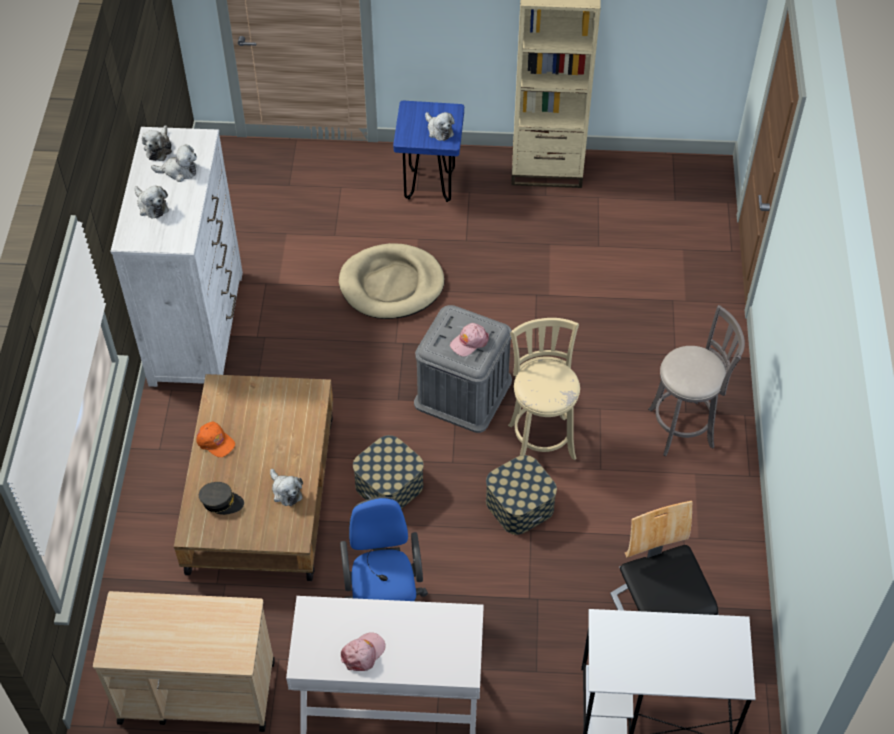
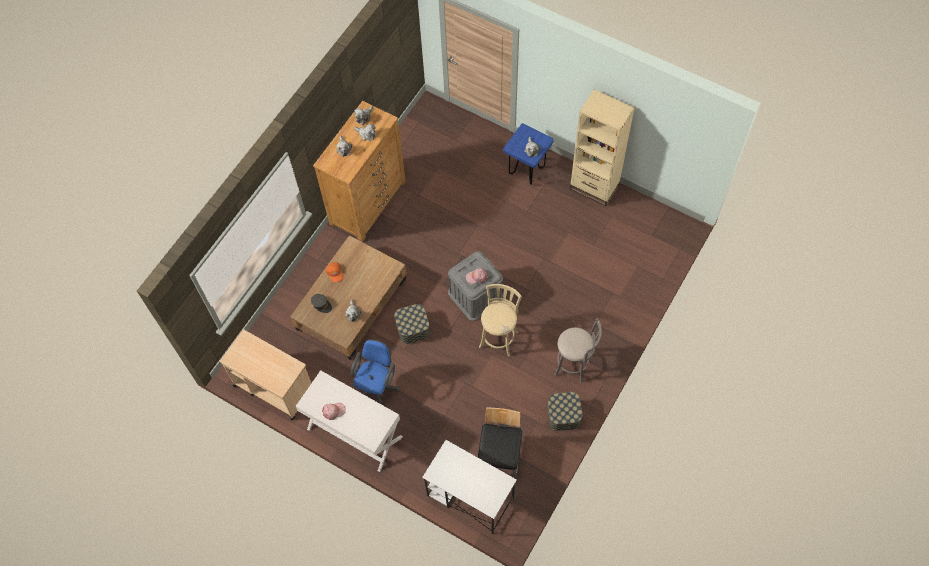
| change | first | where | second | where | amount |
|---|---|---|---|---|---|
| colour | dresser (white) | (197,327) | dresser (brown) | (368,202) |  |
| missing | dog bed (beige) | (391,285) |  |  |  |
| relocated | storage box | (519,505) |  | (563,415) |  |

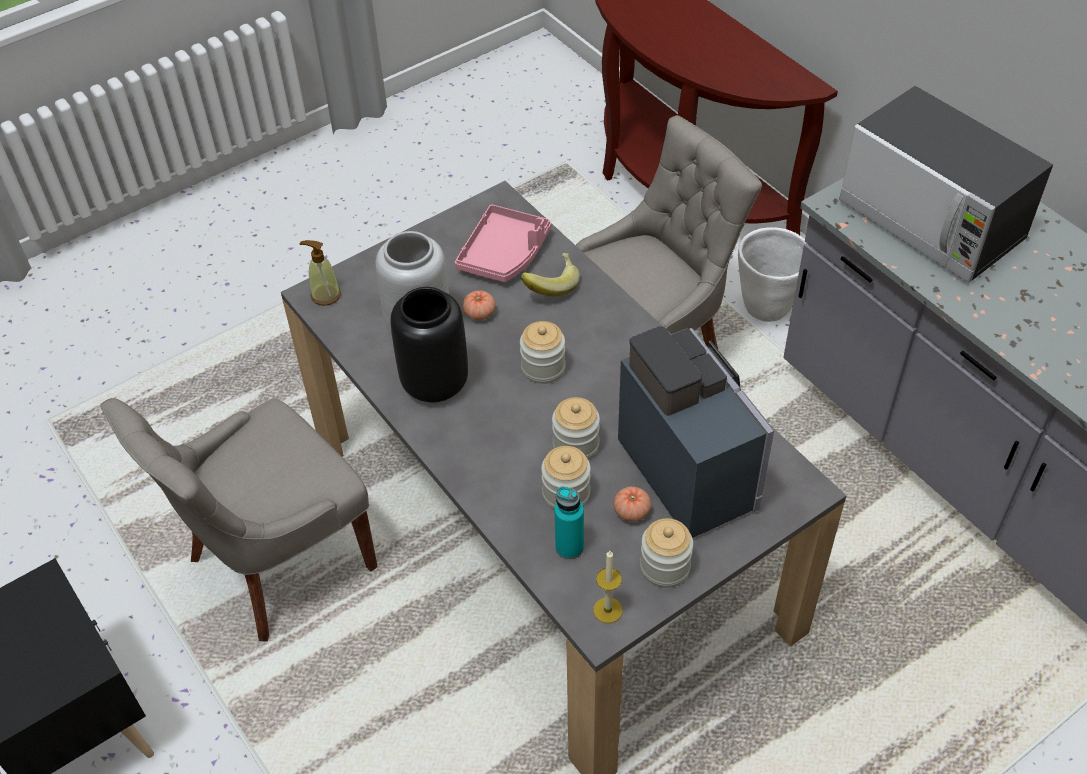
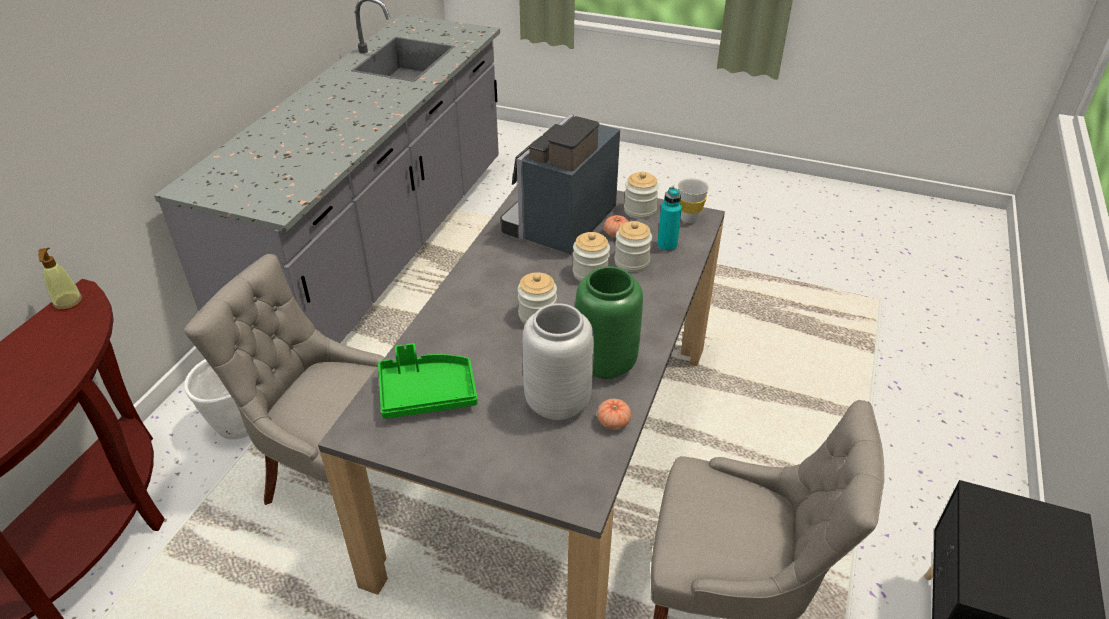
| change | first | where | second | where | amount |
|---|---|---|---|---|---|
| missing | microwave | (931,222) |  |  |  |
| colour | tray (pink) | (504,254) | tray (green) | (427,393) |  |
| relocated | soap dispenser | (325,295) |  | (68,302) |  |
| missing | banana | (550,285) |  |  |  |
| colour | vase (black) | (434,385) | vase (green) | (607,363) |  |
| relocated | tomato | (479,313) |  | (613,422) |  |
| exchanged | candle | (608,610) | cup (white) | (689,218) |  |

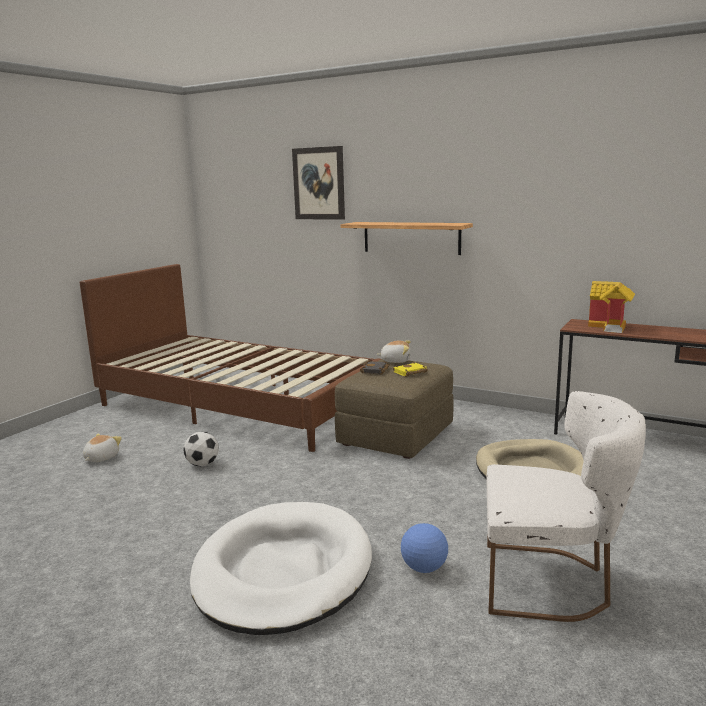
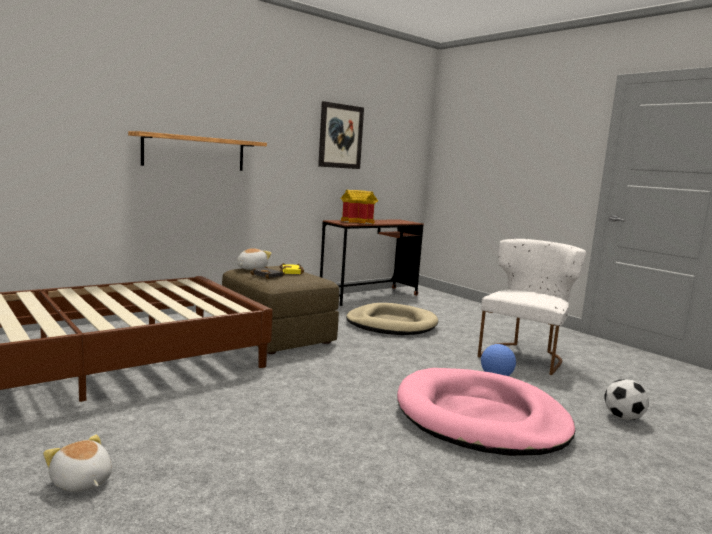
| change | first | where | second | where | amount |
|---|---|---|---|---|---|
| relocated | picture | (319,183) |  | (340,136) |  |
| relocated | football | (202,464) |  | (623,417) |  |
| colour | dog bed (white) | (283,572) | dog bed (pink) | (480,418) |  |

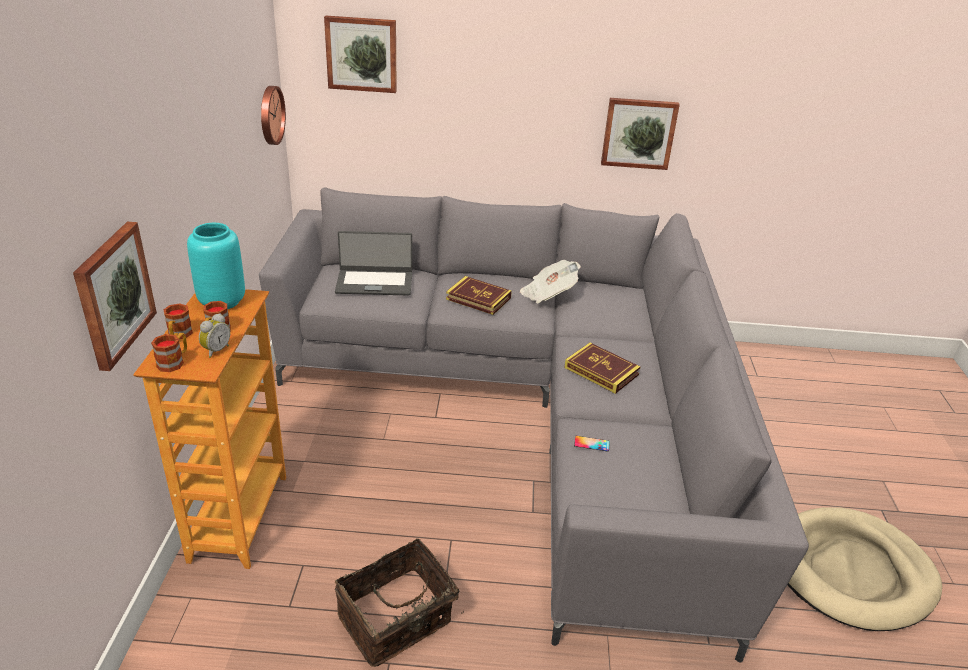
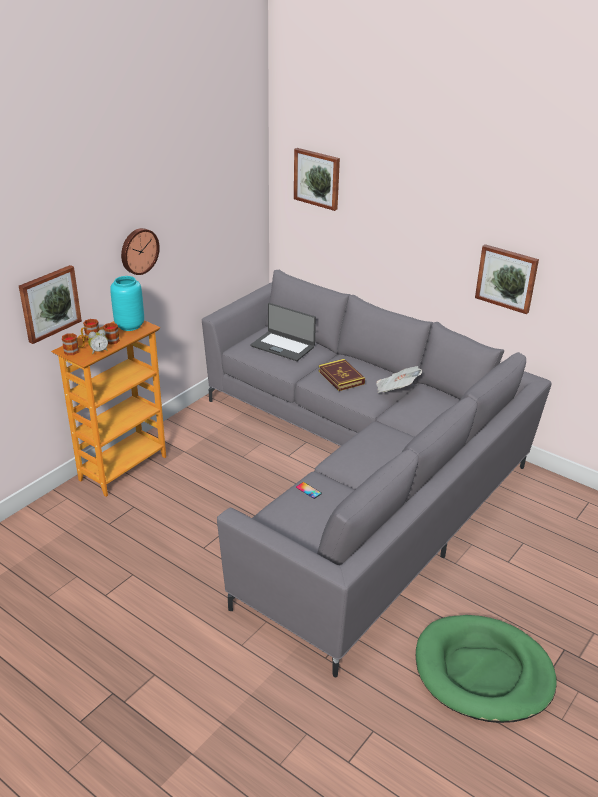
| change | first | where | second | where | amount |
|---|---|---|---|---|---|
| relocated | wall clock | (270,115) |  | (138,251) |  |
| missing | book | (601,371) |  |  |  |
| colour | dog bed (beige) | (851,572) | dog bed (green) | (483,672) |  |
| missing | basket | (397,621) |  |  |  |

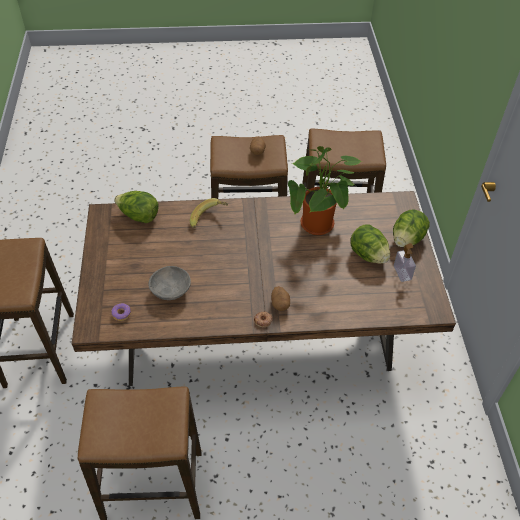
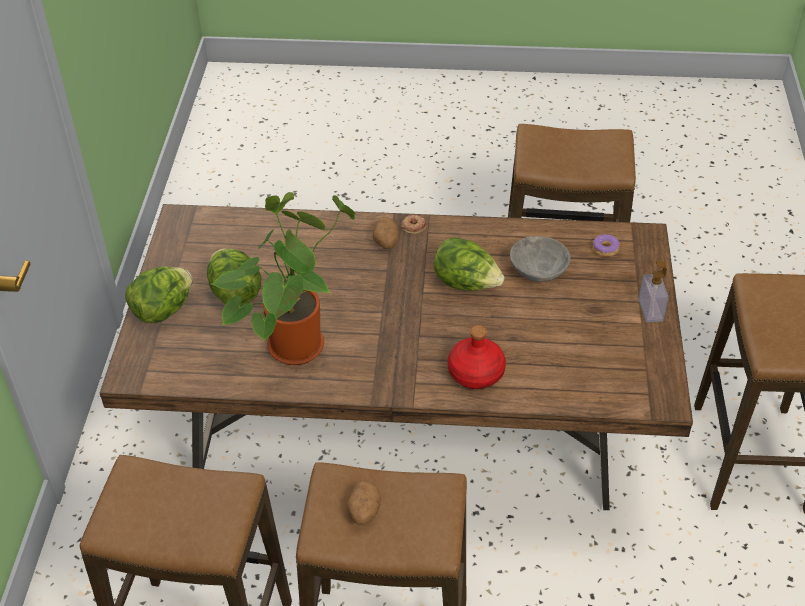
| change | first | where | second | where | amount |
|---|---|---|---|---|---|
| relocated | lettuce | (138,216) |  | (466,284) |  |
| exchanged | banana | (209,219) | bottle (red) | (475,372) |  |
| relocated | soap dispenser | (402,273) |  | (650,310) |  |

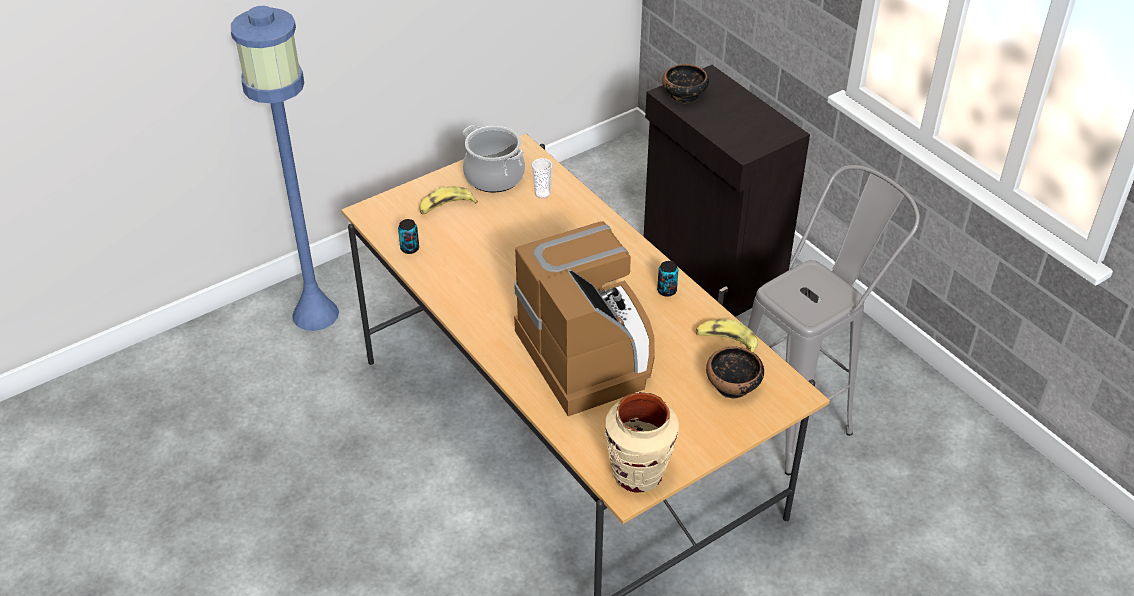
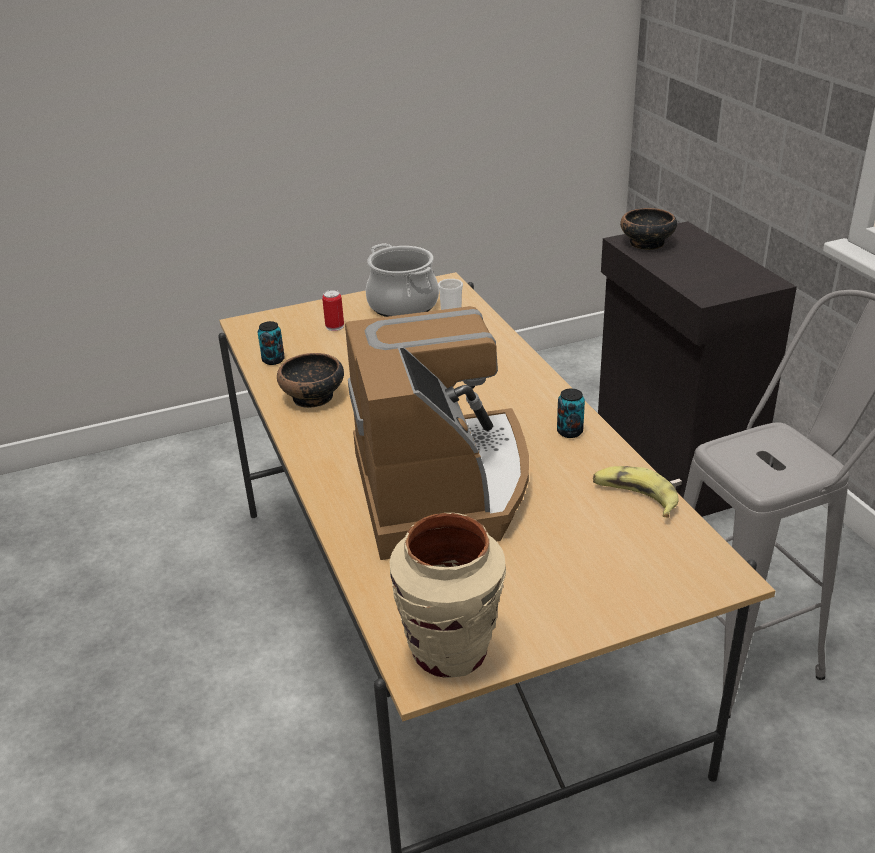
| change | first | where | second | where | amount |
|---|---|---|---|---|---|
| missing | floor lamp (blue) | (316,314) |  |  |  |
| exchanged | banana | (446,207) | can | (334,326) |  |
| relocated | bowl | (733,386) |  | (313,397) |  |

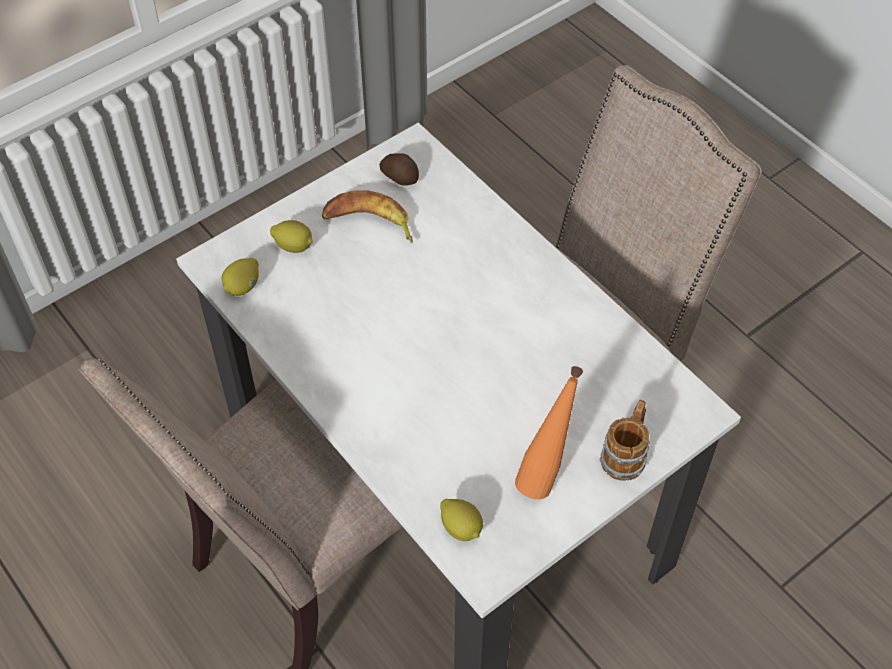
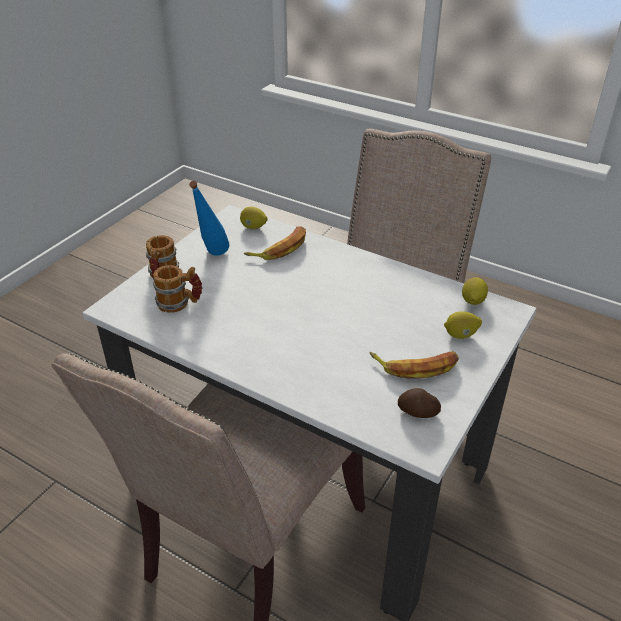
| change | first | where | second | where | amount |
|---|---|---|---|---|---|
| colour | bottle (orange) | (545,474) | bottle (blue) | (212,257) |  |
| appeared |  |  | banana | (280,248) |  |
| appeared |  |  | mug | (179,303) |  |

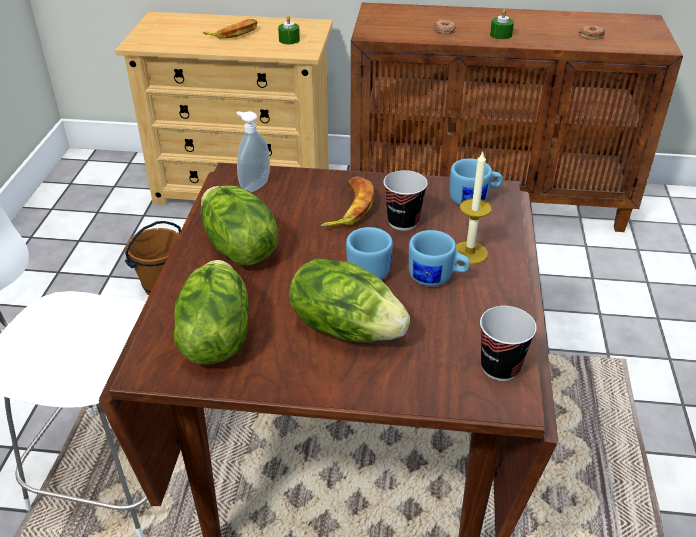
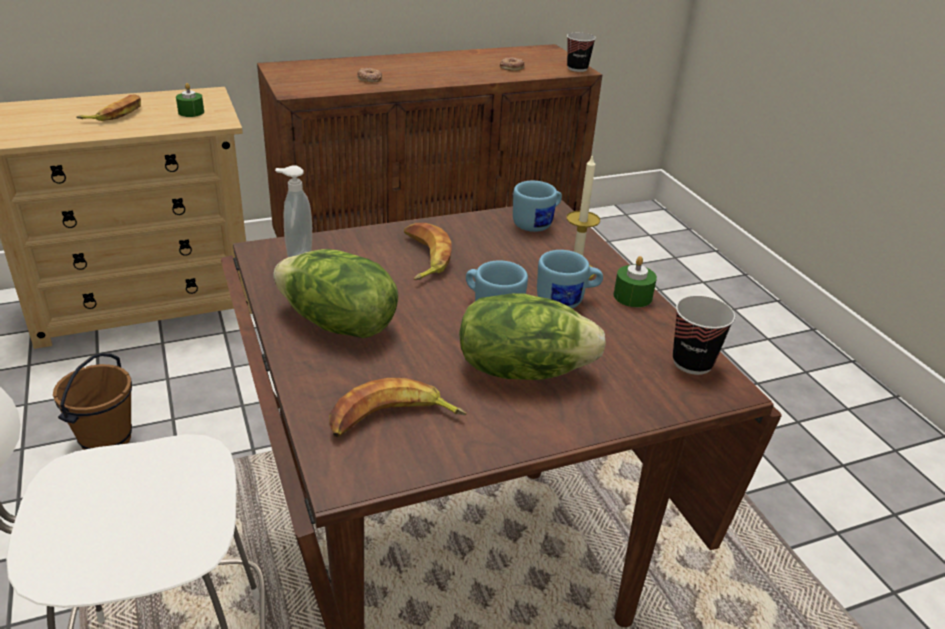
| change | first | where | second | where | amount |
|---|---|---|---|---|---|
| relocated | candle (green) | (501,35) |  | (632,296) |  |
| relocated | cup | (403,222) |  | (577,68) |  |
| exchanged | lettuce | (214,337) | banana | (392,420) |  |

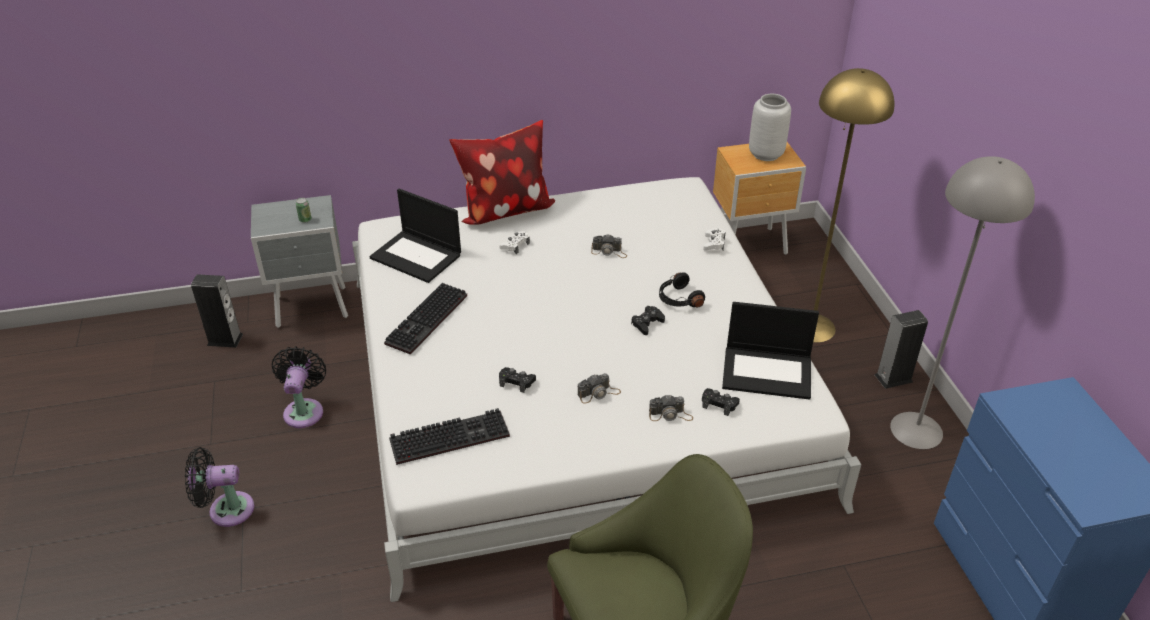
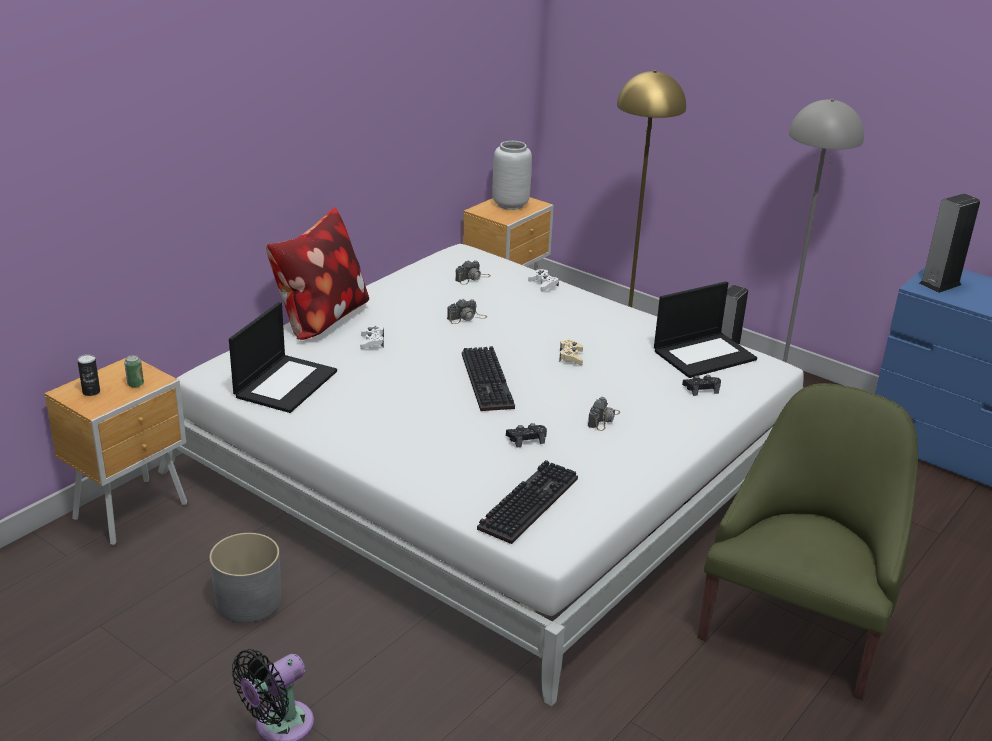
| change | first | where | second | where | amount |
|---|---|---|---|---|---|
| spun | laptop | (417,256) |  | (285,383) | 60 degrees counterclockwise |
| colour | nightstand (grey) | (313,308) | nightstand (brown) | (133,511) |  |
| missing | headphones (black) | (678,299) |  |  |  |
| relocated | speaker | (225,339) |  | (940,284) |  |
| relocated | keyboard | (427,321) |  | (489,382) |  |
| colour | game controller (black) | (647,323) | game controller (beige) | (571,357) |  |
| exchanged | fan (black) | (304,410) | planter (grey) | (248,602) |  |
| relocated | photo camera | (670,415) |  | (472,278) |  |
| appeared |  |  | can | (91,392) |  |

